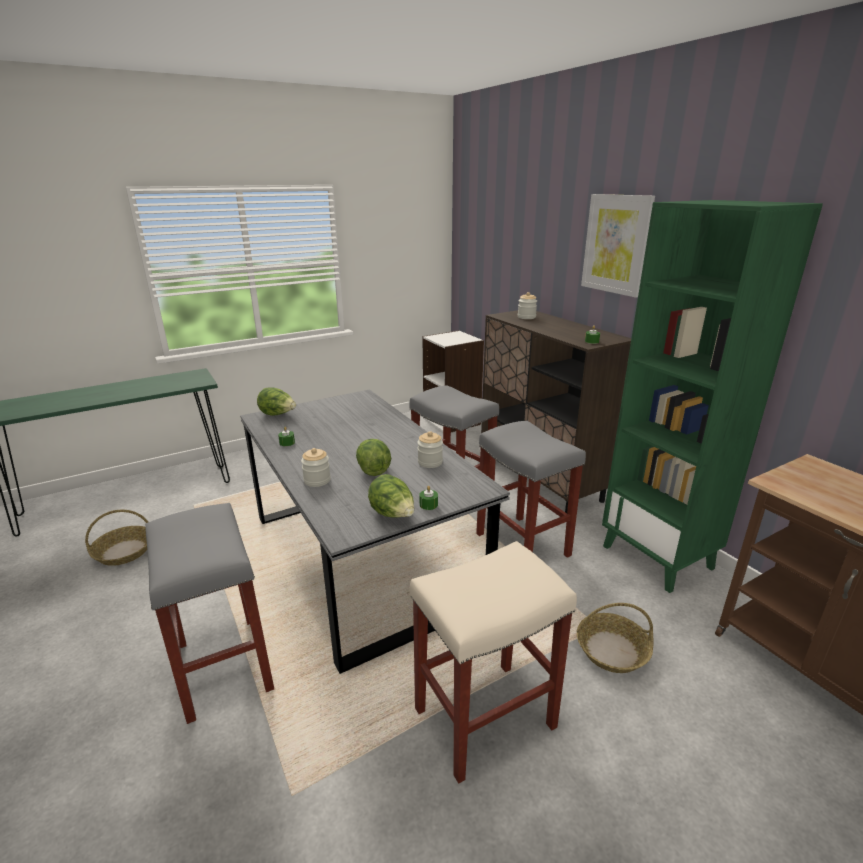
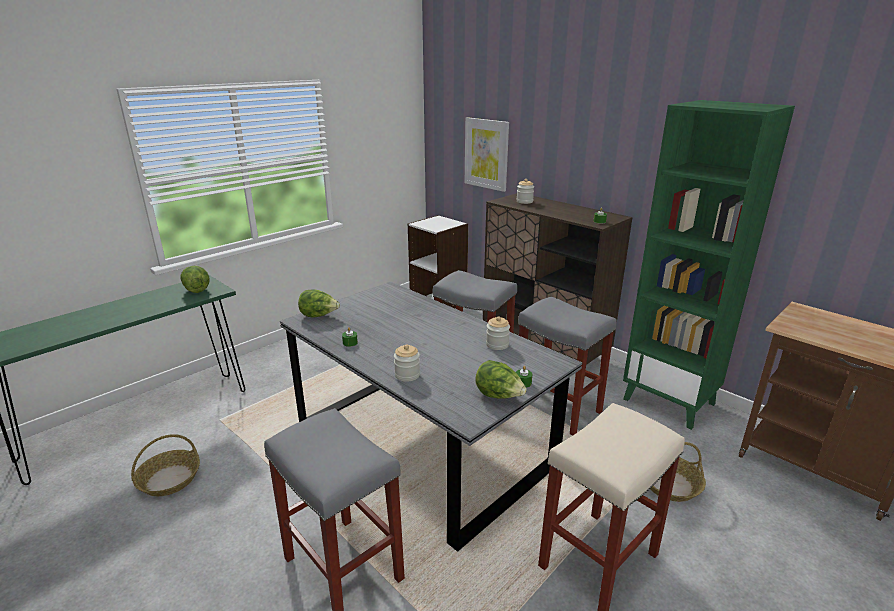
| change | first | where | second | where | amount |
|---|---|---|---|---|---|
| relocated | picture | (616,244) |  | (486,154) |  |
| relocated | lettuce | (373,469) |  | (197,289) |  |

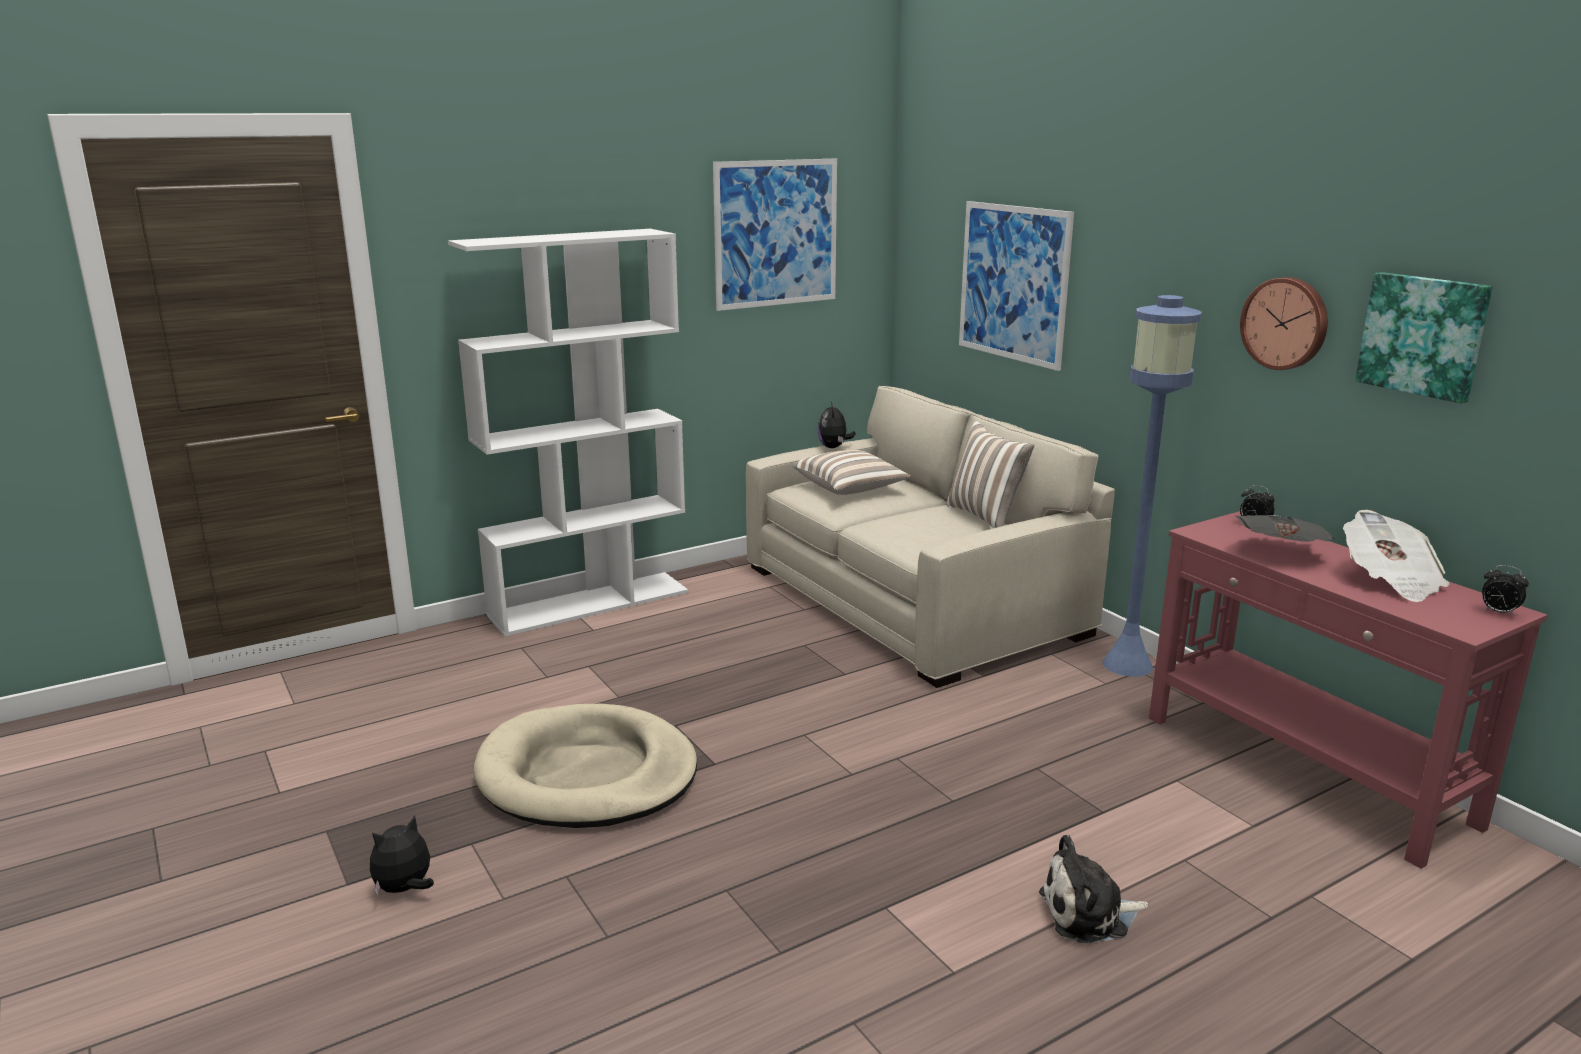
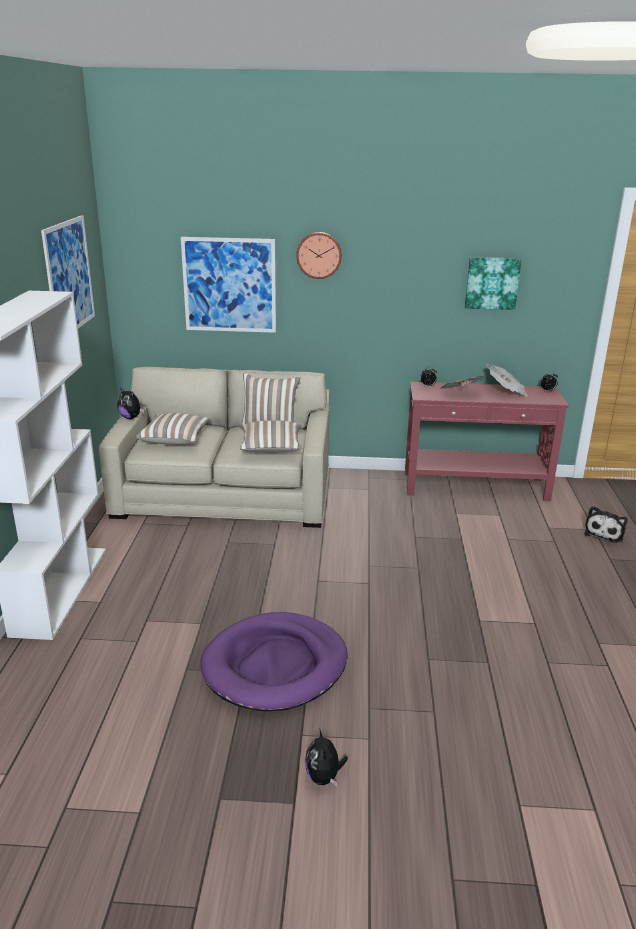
| change | first | where | second | where | amount |
|---|---|---|---|---|---|
| relocated | wall clock | (1286,323) |  | (319,255) |  |
| missing | floor lamp (blue) | (1128,665) |  |  |  |
| colour | dog bed (beige) | (587,775) | dog bed (purple) | (275,666) |  |
| relocated | plush toy | (1089,914) |  | (604,533) |  |
| appeared |  |  | pillow | (271,448) |  |

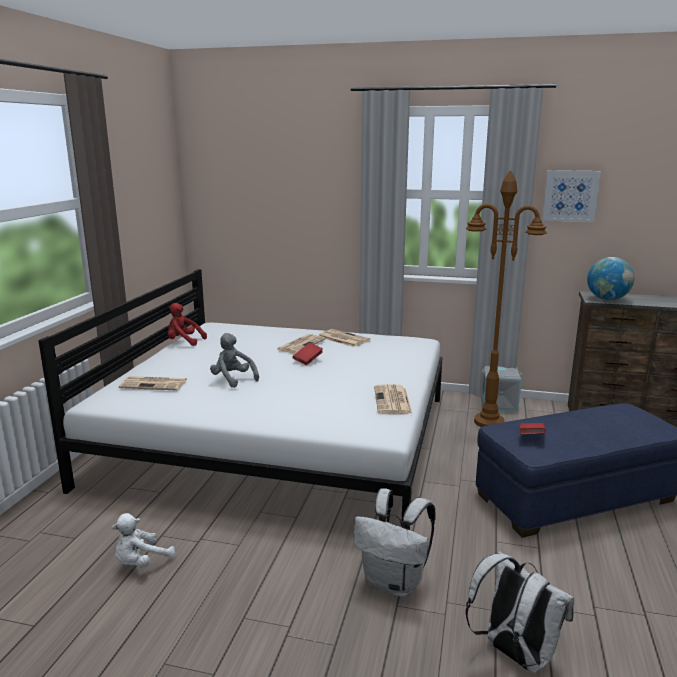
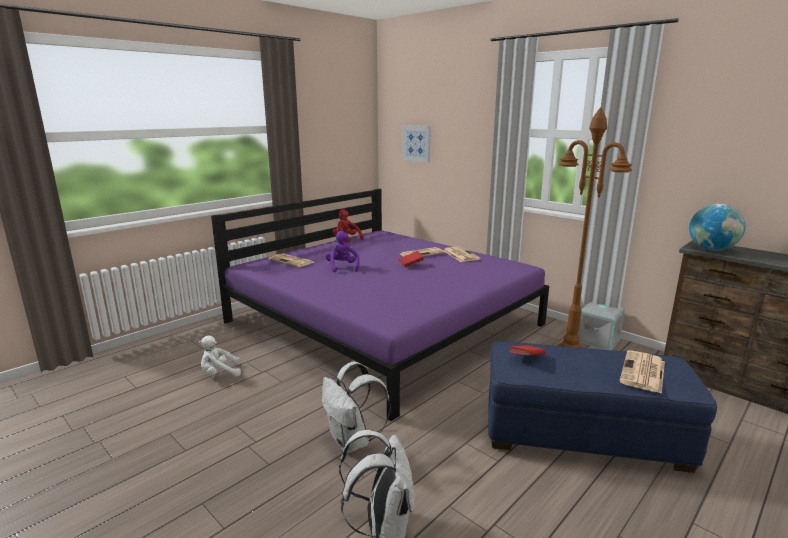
| change | first | where | second | where | amount |
|---|---|---|---|---|---|
| relocated | picture | (570,196) |  | (416,143) |  |
| colour | bed (white) | (279,438) | bed (purple) | (383,323) |  |
| colour | plush toy (grey) | (233,379) | plush toy (purple) | (342,267) |  |
| relocated | newspaper | (392,401) |  | (643,372) |  |

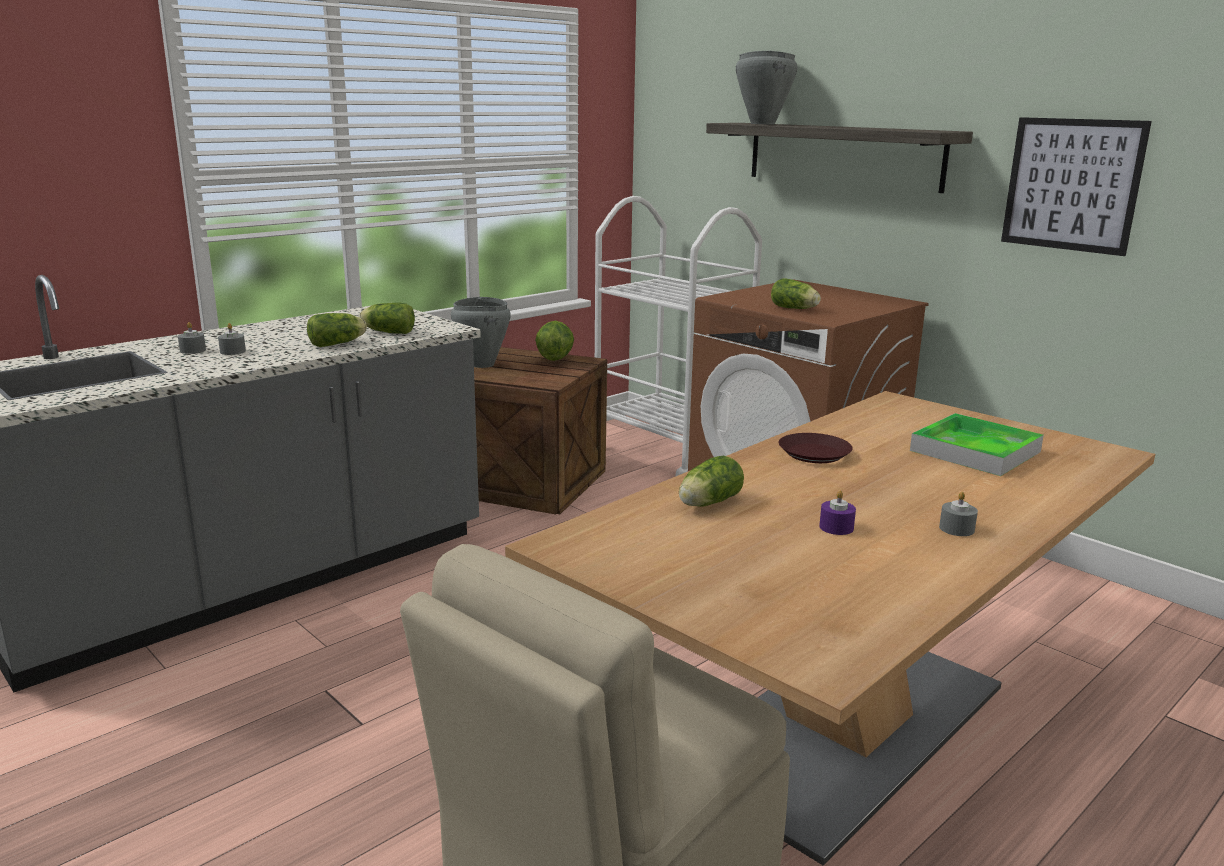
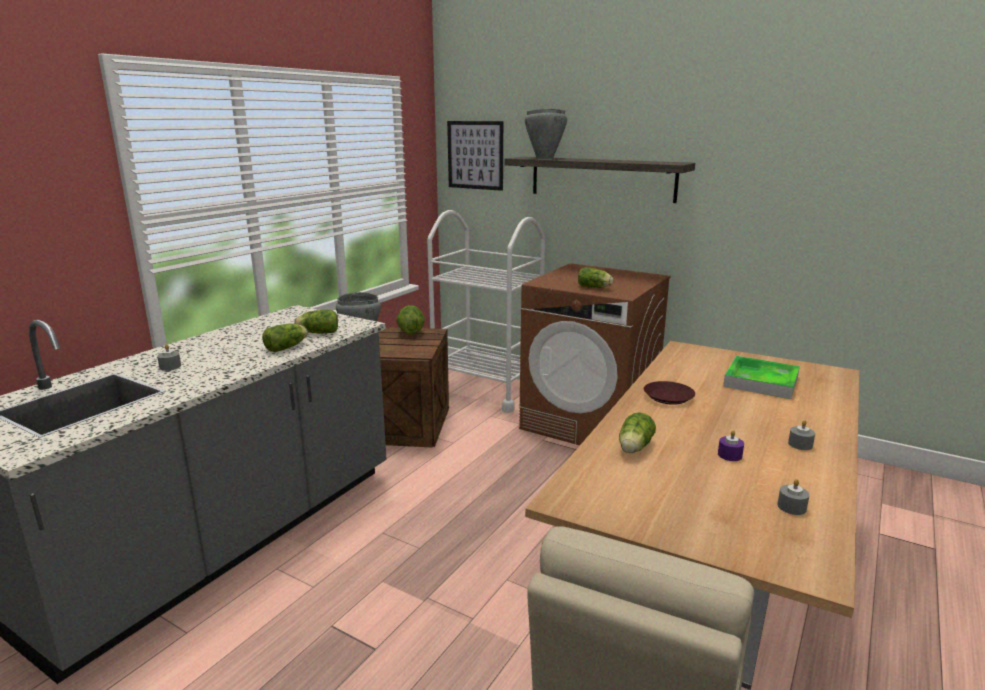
| change | first | where | second | where | amount |
|---|---|---|---|---|---|
| relocated | picture | (1072,185) |  | (475,155) |  |
| relocated | candle (grey) | (233,351) |  | (791,507) |  |

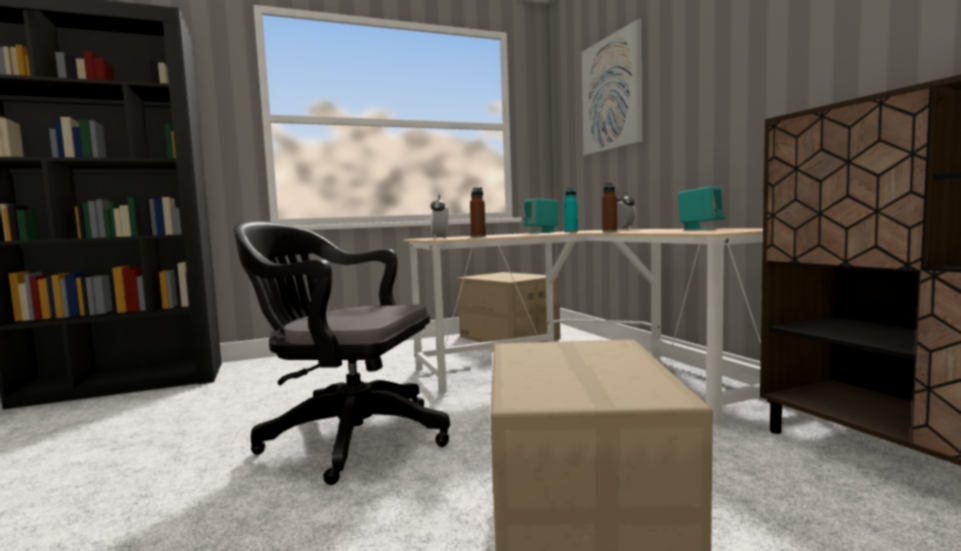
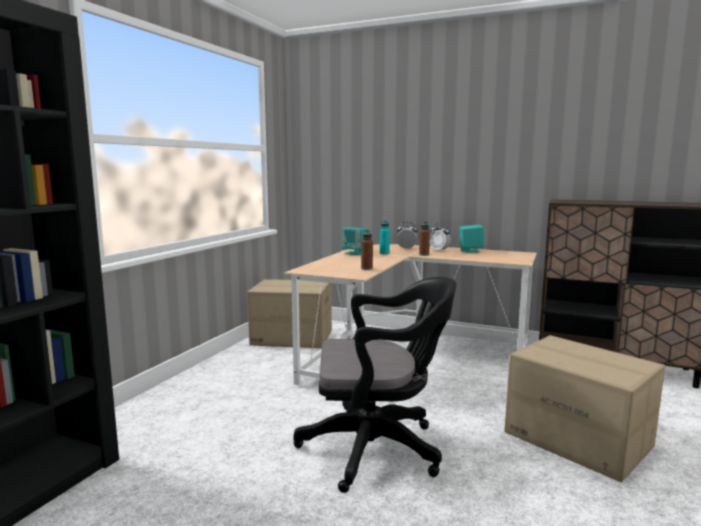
| change | first | where | second | where | amount |
|---|---|---|---|---|---|
| missing | picture | (611,93) |  |  |  |
| relocated | alarm clock | (440,239) |  | (439,250) |  |
| spun | office chair (black) | (347,437) |  | (378,449) | 150 degrees counterclockwise |

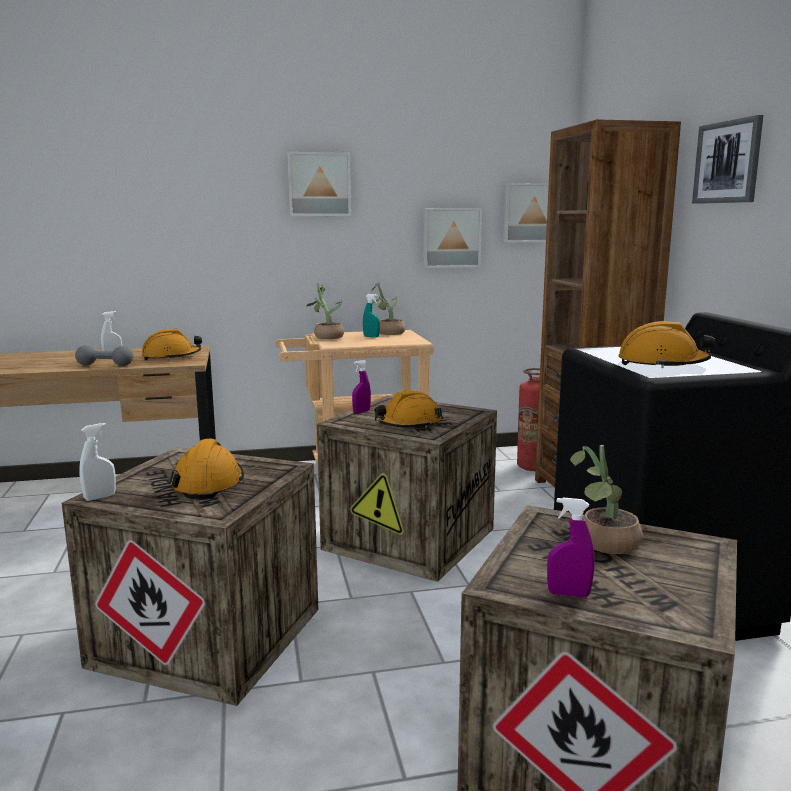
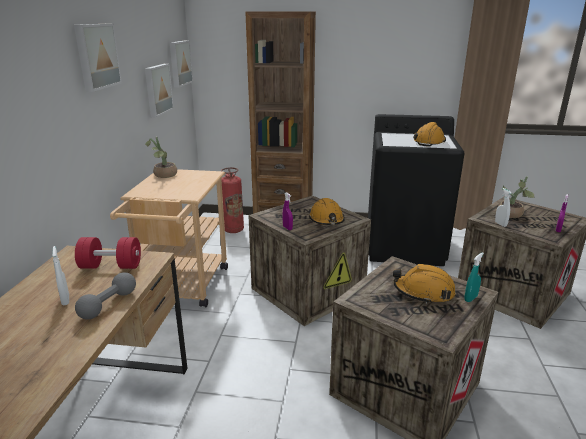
| change | first | where | second | where | amount |
|---|---|---|---|---|---|
| missing | picture | (728,162) |  |  |  |
| missing | potted plant | (326,336) |  |  |  |
| relocated | spray bottle (turquoise) | (371,336) |  | (470,298) |  |
| exchanged | hard hat (orange) | (171,357) | dumbbell (red) | (111,266) |  |
| relocated | spray bottle (white) | (100,497) |  | (500,224) |  |

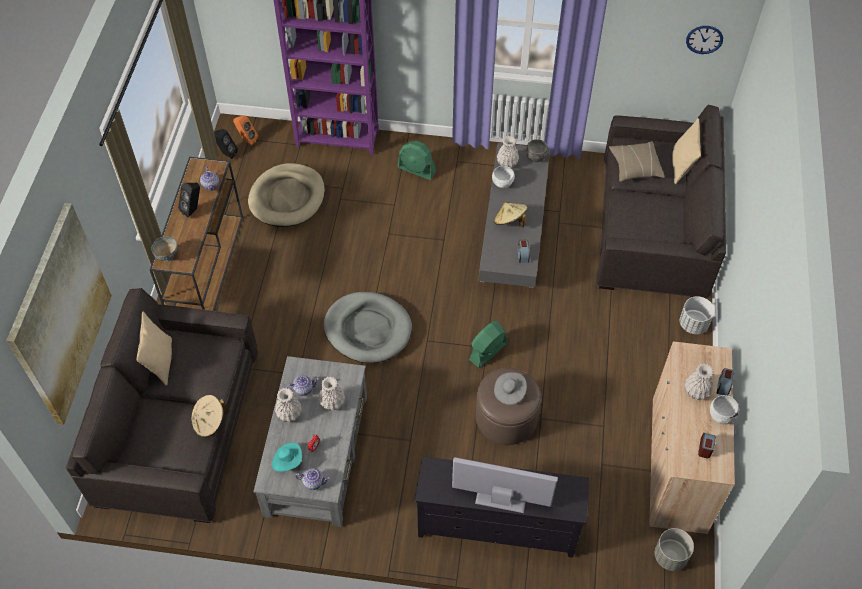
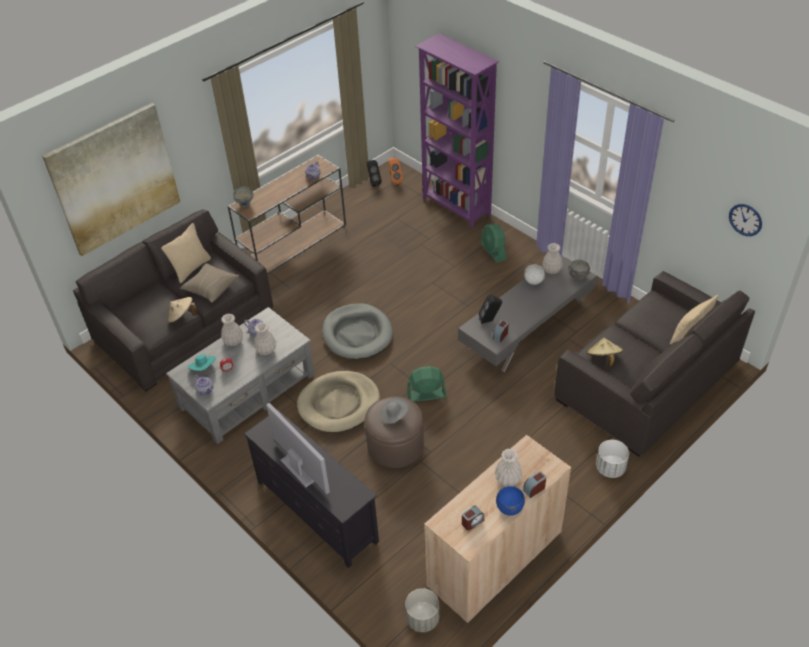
| change | first | where | second | where | amount |
|---|---|---|---|---|---|
| relocated | pillow (beige) | (635,167) |  | (210,288) |  |
| relocated | dog bed (beige) | (287,198) |  | (339,404) |  |
| relocated | speaker (black) | (193,210) |  | (490,320) |  |
| relocated | hat (beige) | (509,221) |  | (603,359) |  |
| colour | bowl (white) | (720,416) | bowl (blue) | (509,508) |  |

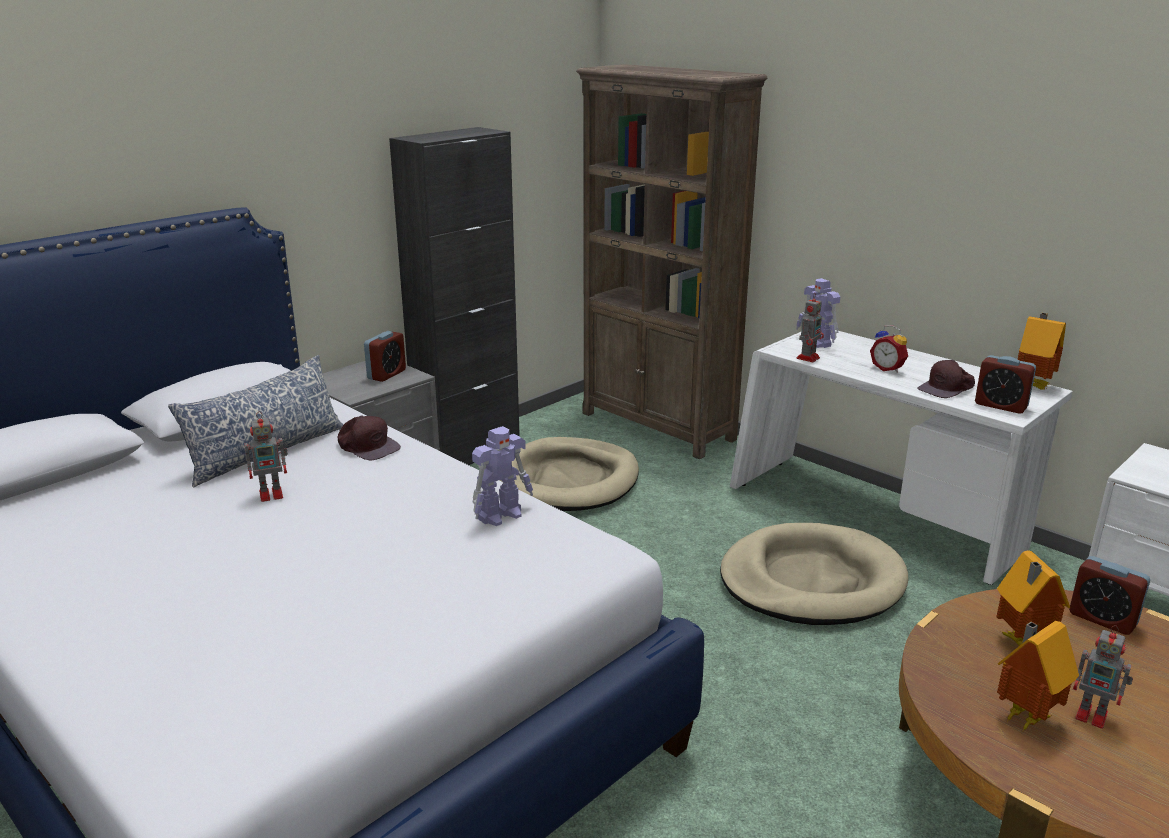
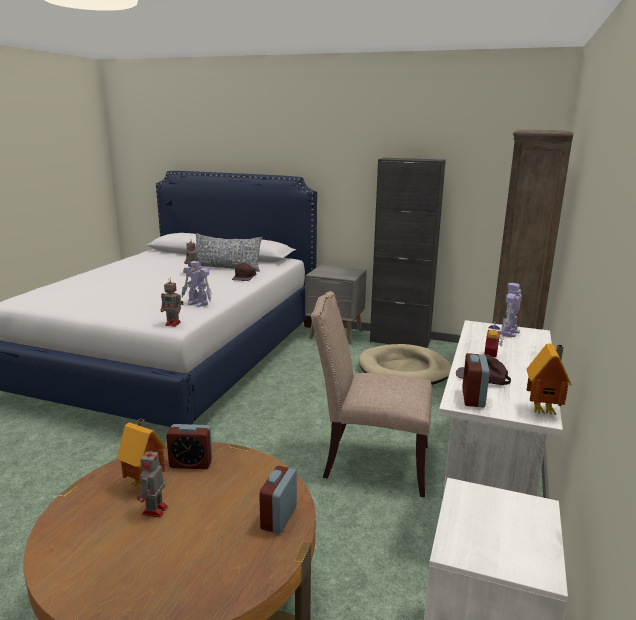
| change | first | where | second | where | amount |
|---|---|---|---|---|---|
| relocated | toy robot | (808,358) |  | (173,324) |  |
| relocated | alarm clock | (386,374) |  | (191,463) |  |
| exchanged | dog bed (beige) | (811,581) | chair (beige) | (371,463) |  |
| missing | toy house | (1020,643) |  |  |  |

